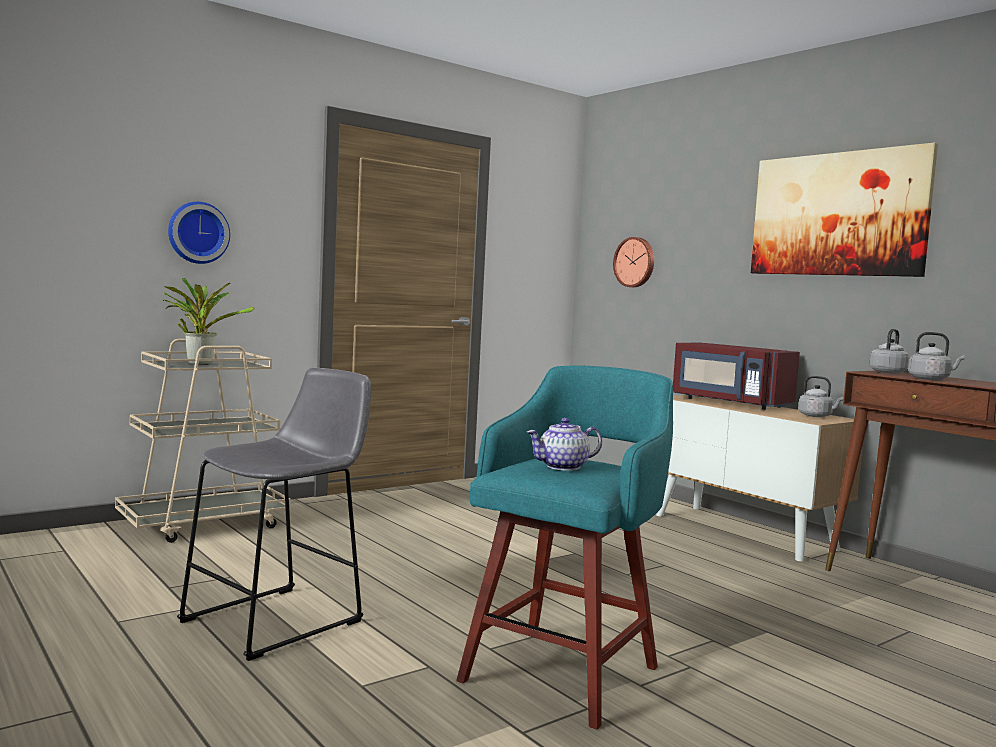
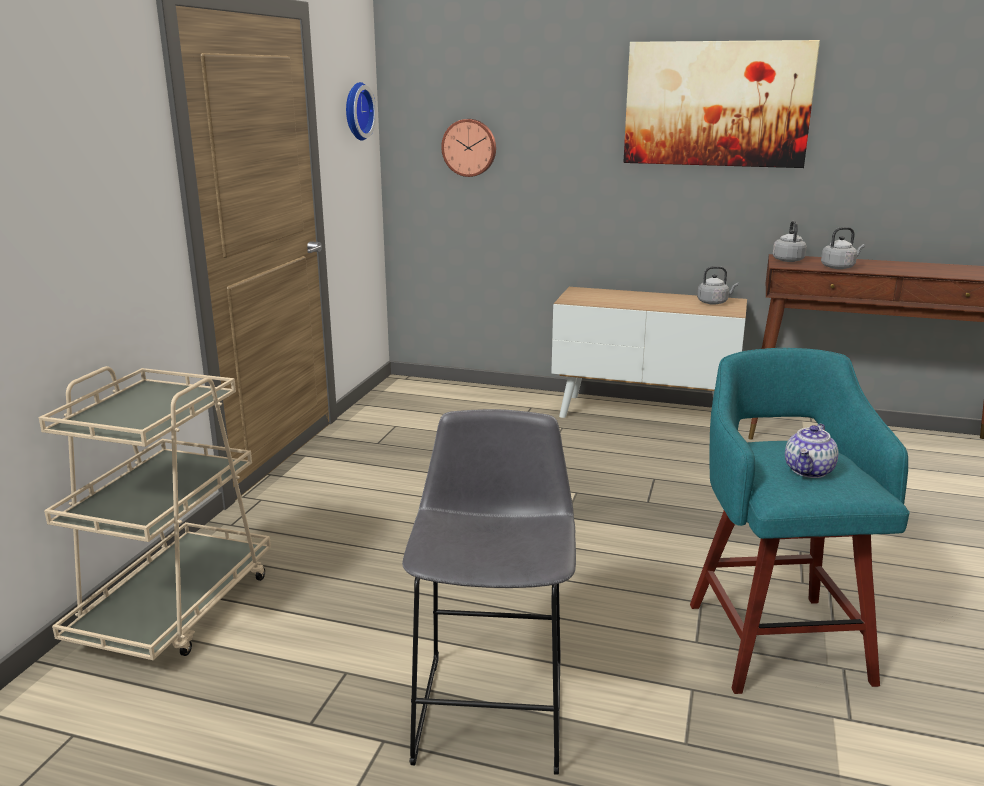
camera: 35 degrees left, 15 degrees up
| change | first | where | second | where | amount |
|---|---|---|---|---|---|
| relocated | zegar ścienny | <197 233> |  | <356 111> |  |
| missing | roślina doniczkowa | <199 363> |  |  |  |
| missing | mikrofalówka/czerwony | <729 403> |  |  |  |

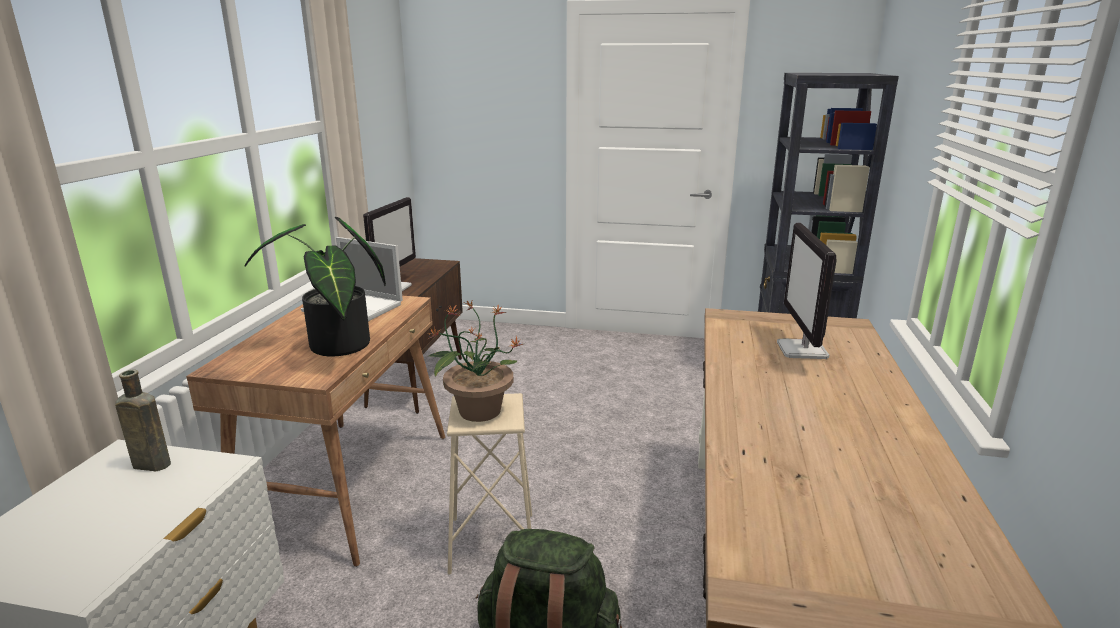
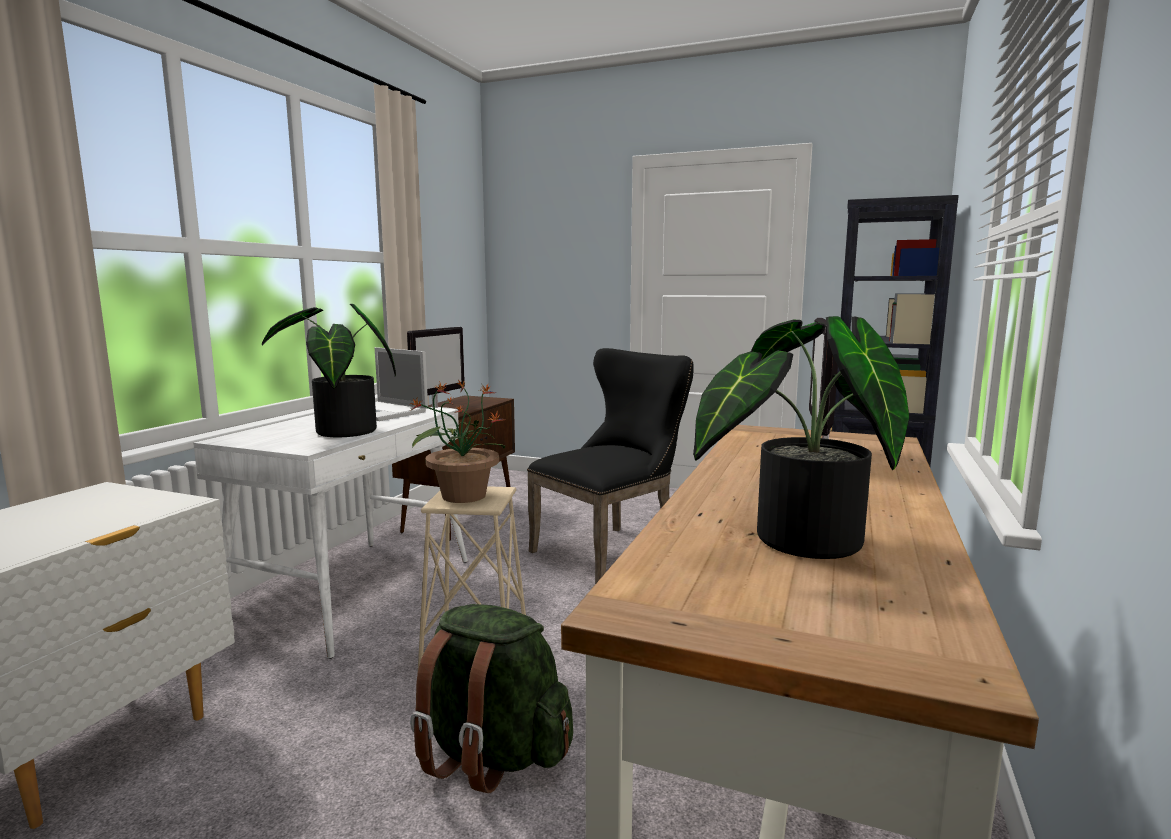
camera: 10 degrees right, 10 degrees down
| change | first | where | second | where | amount |
|---|---|---|---|---|---|
| colour | biurko/brązowy | <347 484> | biurko/biały | <354 591> |  |
| appeared |  |  | krzesło/czarny | <611 549> |  |
| appeared |  |  | roślina doniczkowa | <794 540> |  |
| missing | butelka/brązowy | <149 464> |  |  |  |

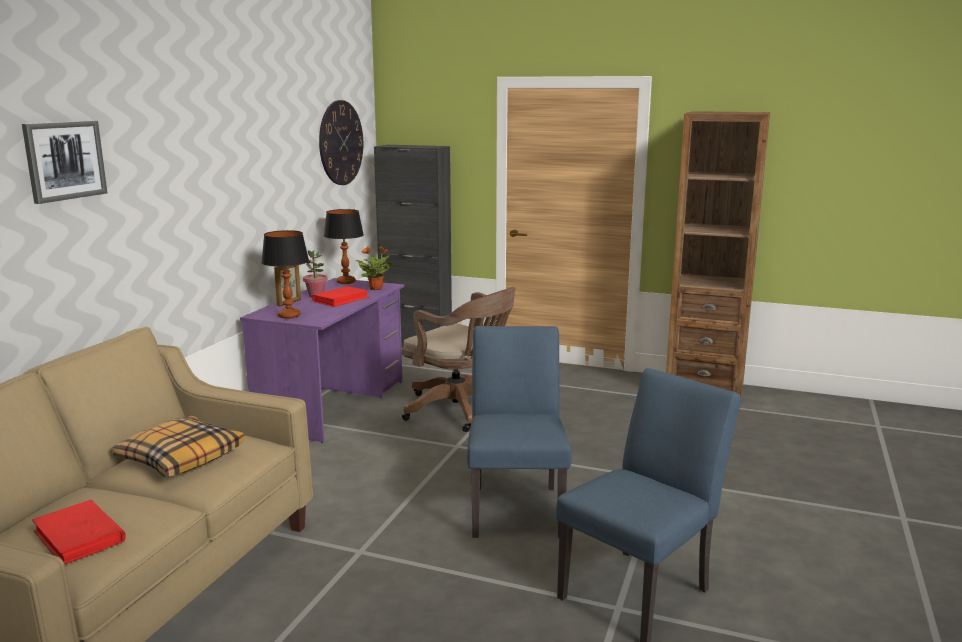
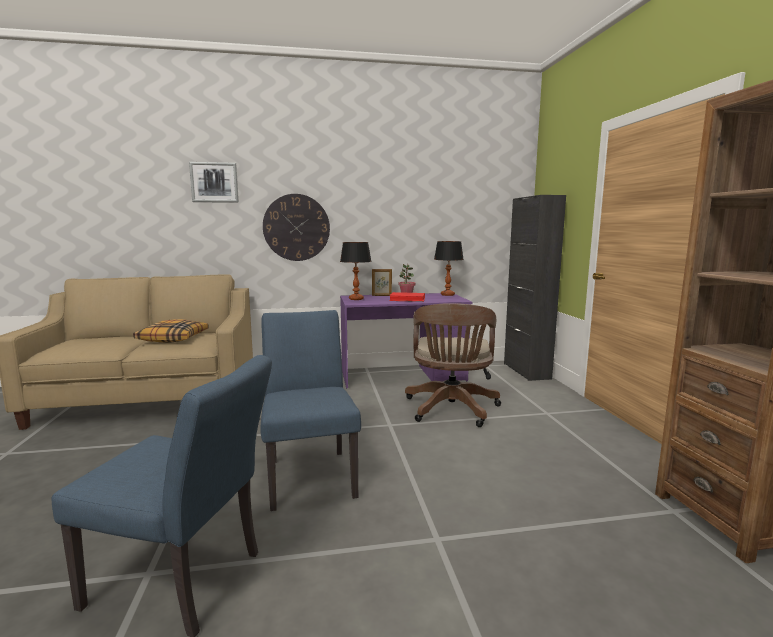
camera: 60 degrees right, 5 degrees down
| change | first | where | second | where | amount |
|---|---|---|---|---|---|
| spun | krzesło/niebieski | <516 506> |  | <310 473> | 75 degrees counterclockwise |
| relocated | zegar ścienny | <341 143> |  | <296 227> |  |
| missing | książka/czerwony | <79 536> |  |  |  |
| missing | roślina doniczkowa | <376 288> |  |  |  |

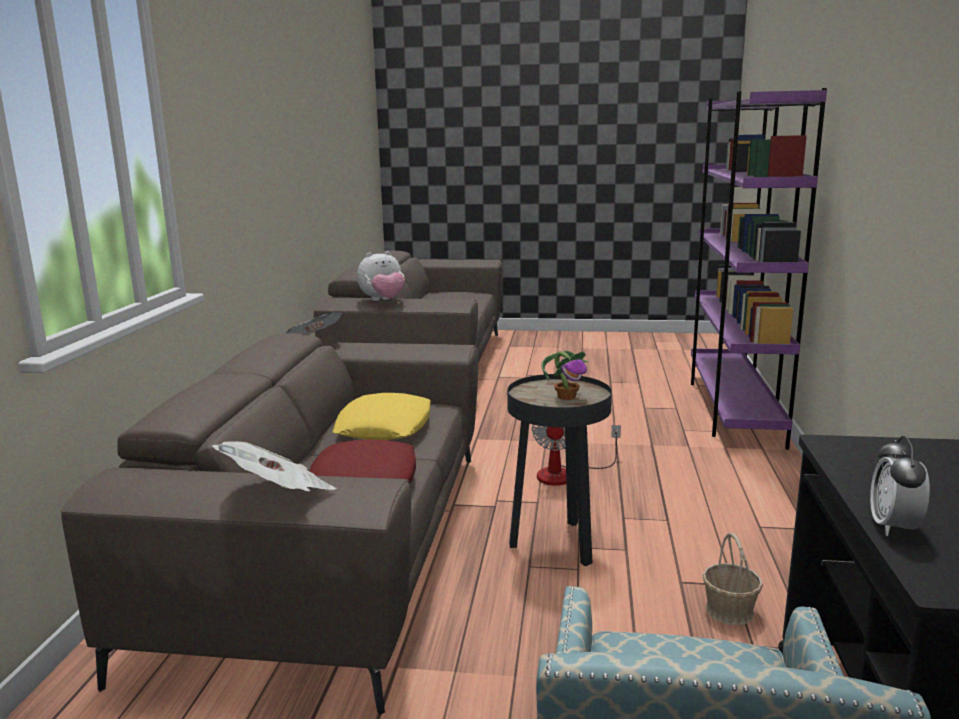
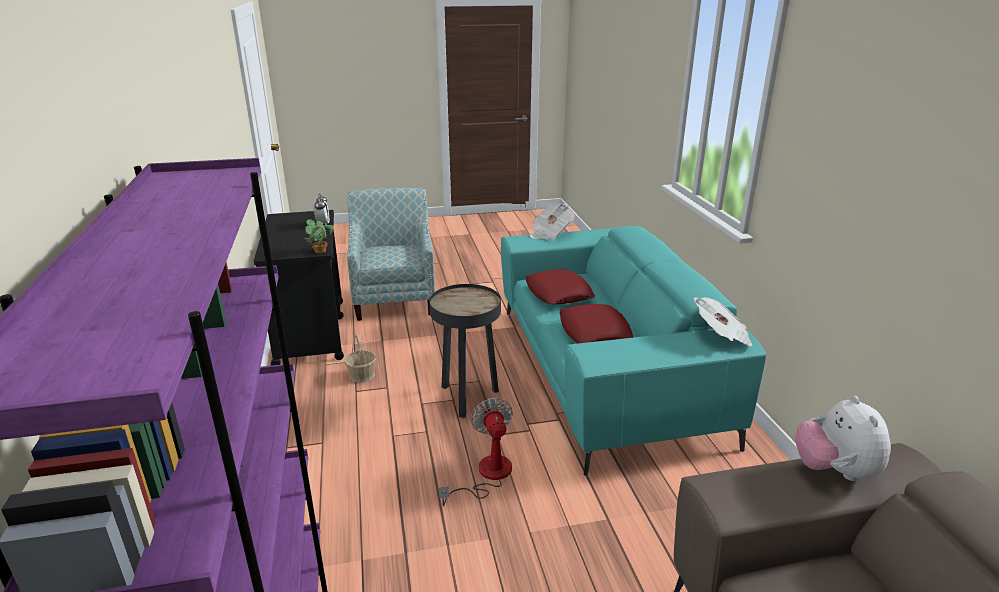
camera: 160 degrees right, 10 degrees up
| change | first | where | second | where | amount |
|---|---|---|---|---|---|
| relocated | roślina doniczkowa | <567 397> |  | <320 251> |  |
| colour | kanapa/brązowy | <334 547> | kanapa/turkusowy | <604 371> |  |
| colour | poduszka/żółty | <384 426> | poduszka/czerwony | <594 332> |  |
| spun | pluszak | <383 300> |  | <834 471> | 45 degrees counterclockwise |

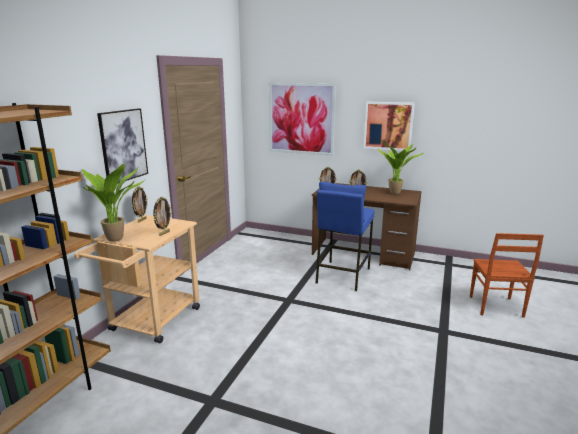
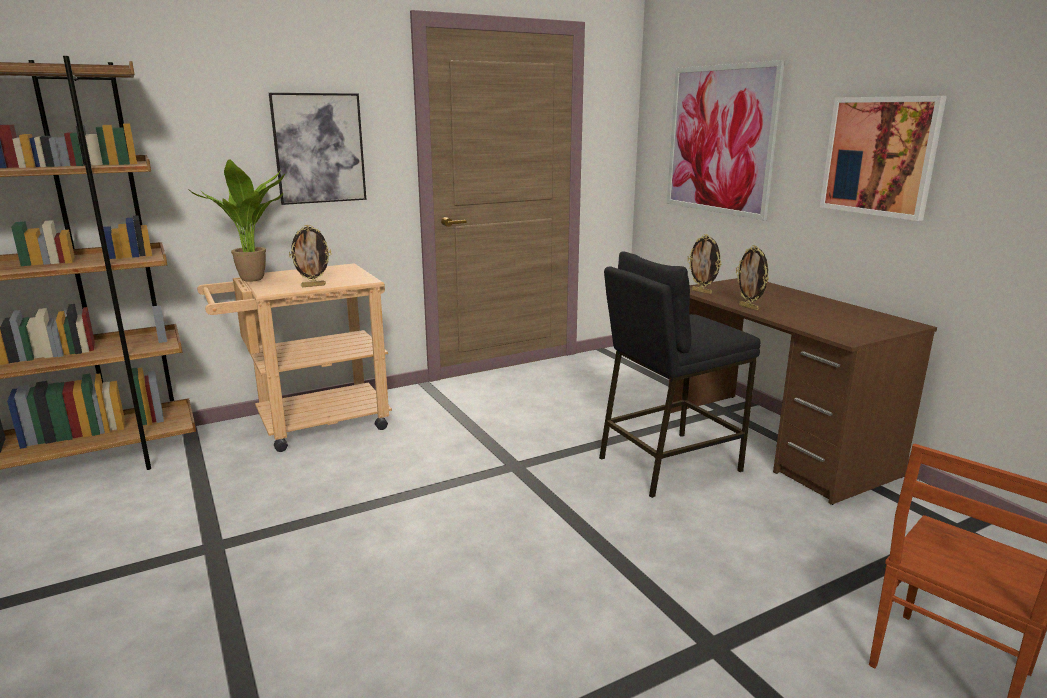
camera: 40 degrees right, 0 degrees up
| change | first | where | second | where | amount |
|---|---|---|---|---|---|
| colour | stołek/niebieski | <342 275> | stołek/czarny | <668 463> |  |
| missing | ramka na zdjęcie | <141 220> |  |  |  |
| missing | roślina doniczkowa | <395 193> |  |  |  |

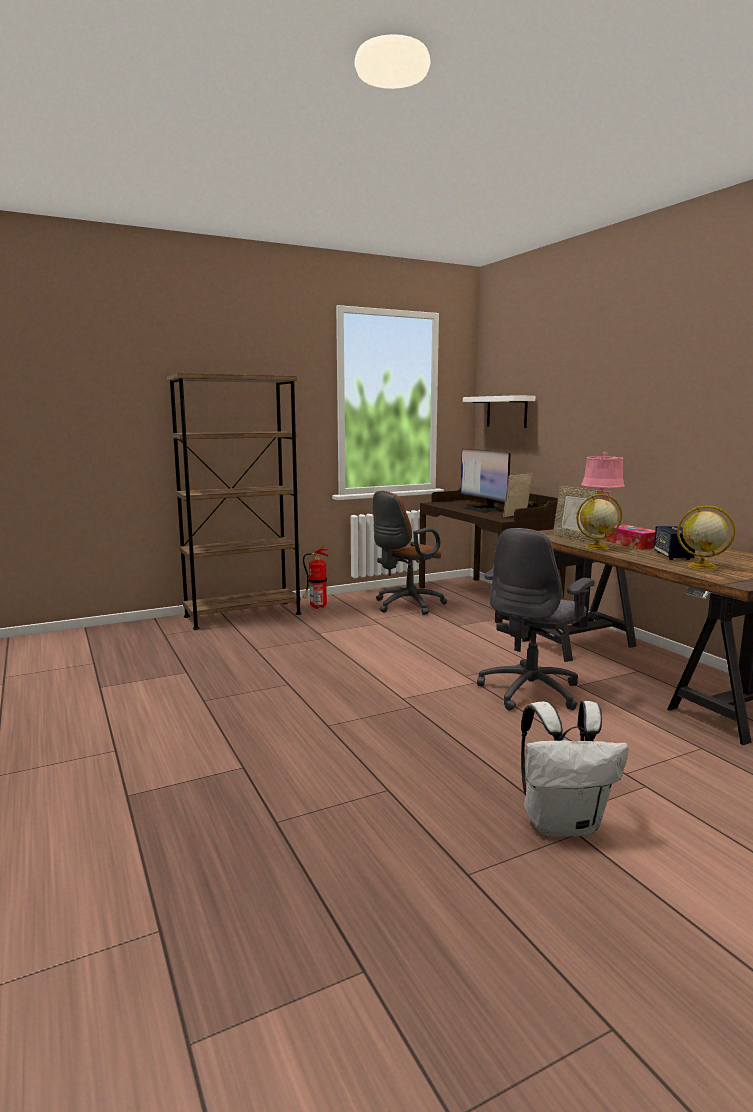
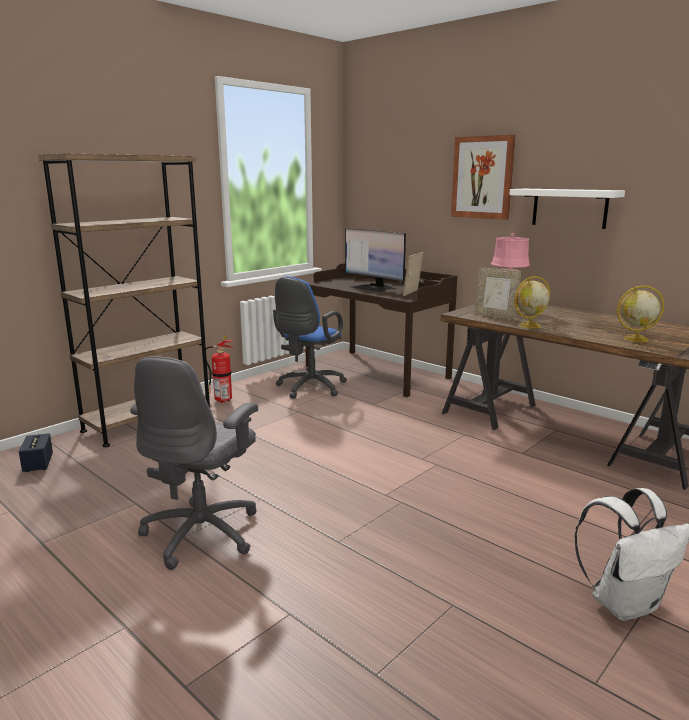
camera: 20 degrees left, 5 degrees up
| change | first | where | second | where | amount |
|---|---|---|---|---|---|
| relocated | głośnik | <673 556> |  | <38 464> |  |
| relocated | krzesło biurowe/szary | <531 691> |  | <203 533> |  |
| colour | krzesło biurowe/brązowy | <405 605> | krzesło biurowe/niebieski | <309 388> |  |
| appeared |  |  | obraz | <482 177> |  |
| relocated | półka/biały | <506 411> |  | <569 208> |  |
| missing | pudełko chusteczek | <632 544> |  |  |  |

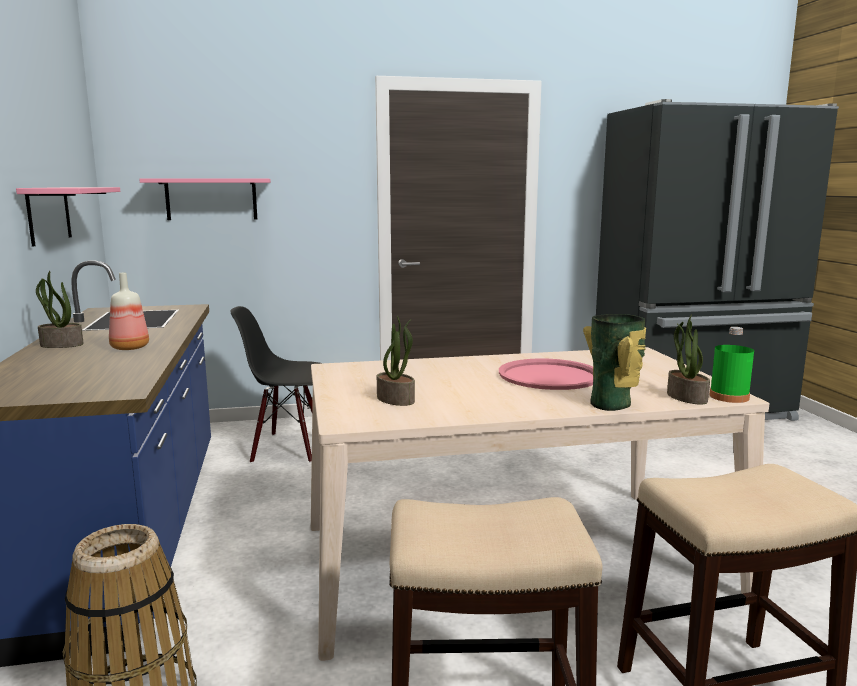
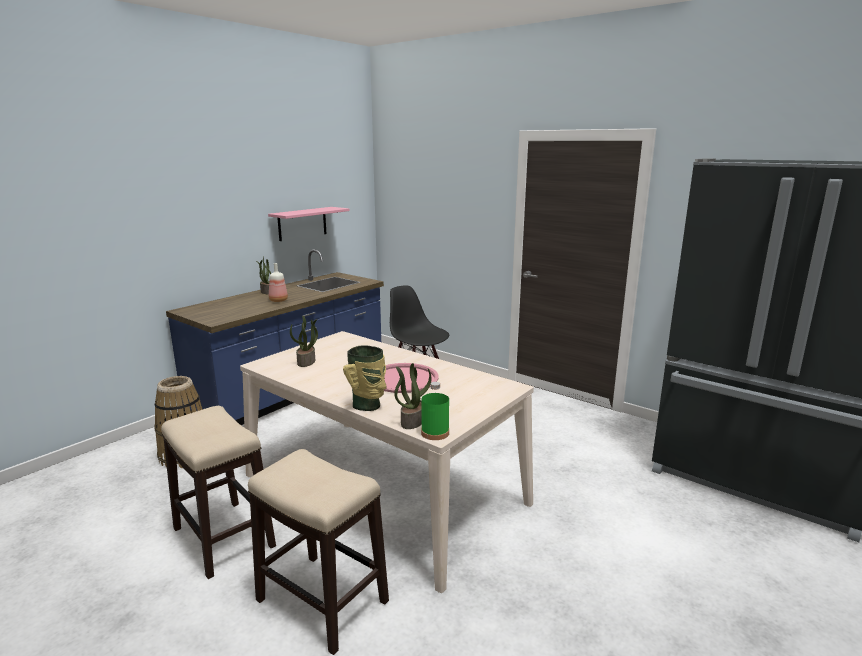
camera: 50 degrees right, 5 degrees up
| change | first | where | second | where | amount |
|---|---|---|---|---|---|
| missing | półka/różowy | <211 199> |  |  |  |

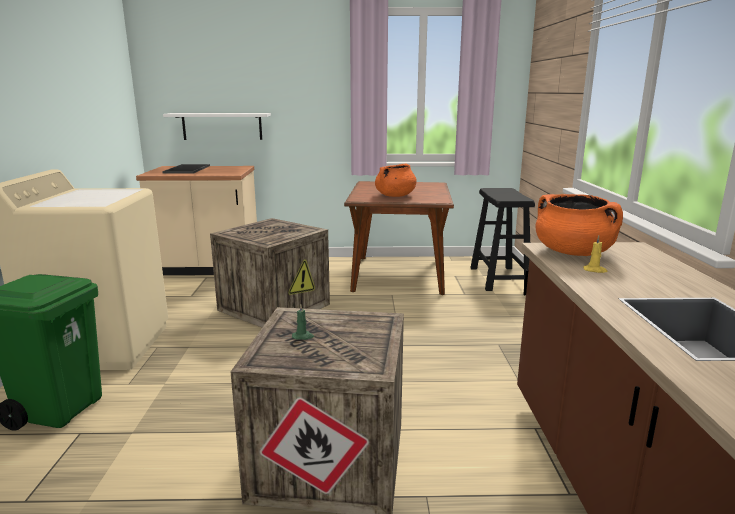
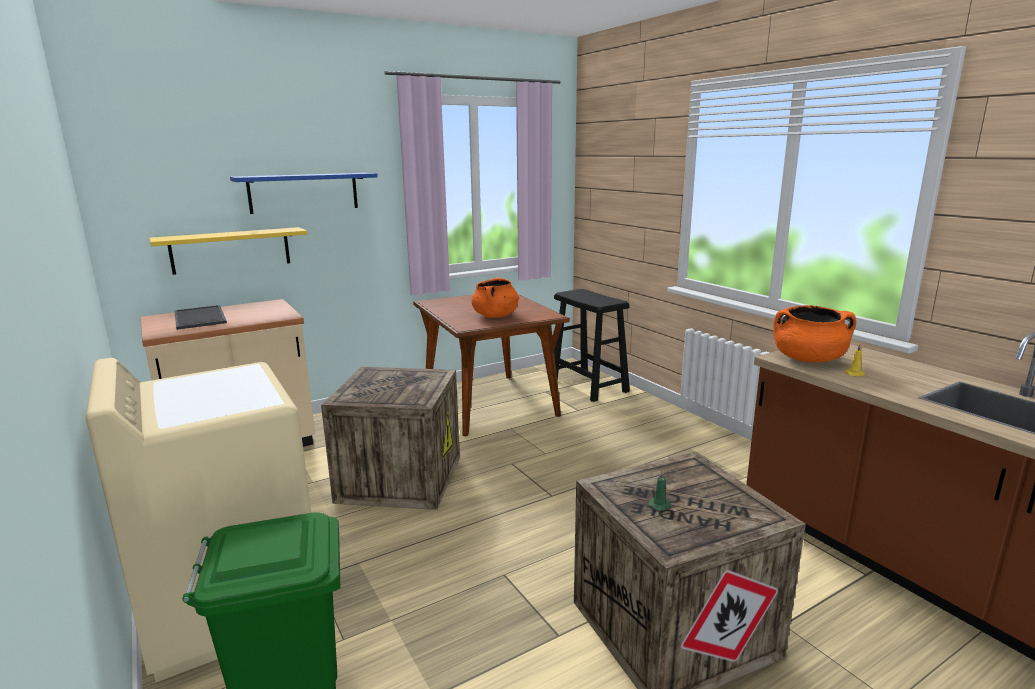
camera: 30 degrees left, 0 degrees up
| change | first | where | second | where | amount |
|---|---|---|---|---|---|
| colour | półka/biały | <222 126> | półka/żółty | <231 250> |  |
| appeared |  |  | półka/niebieski | <304 192> |  |

